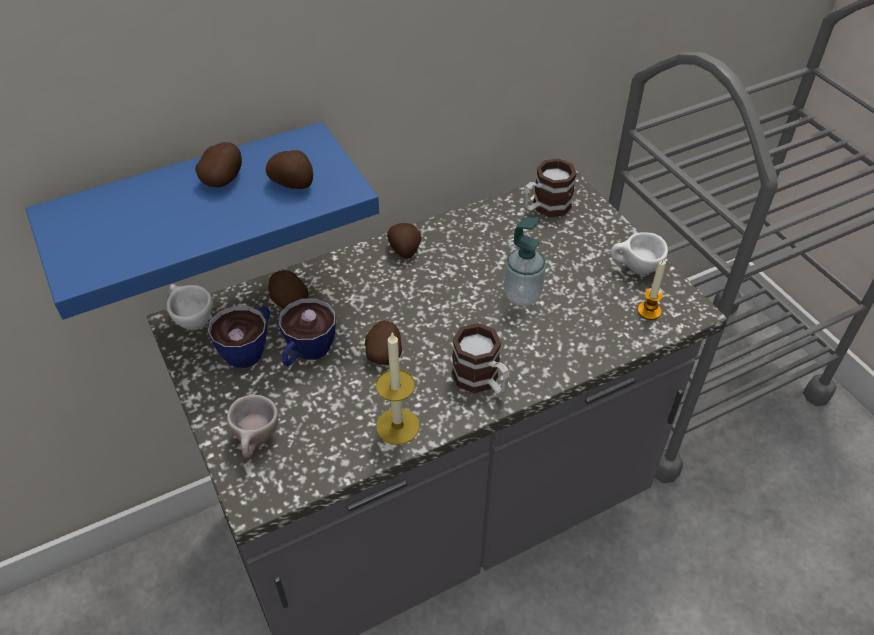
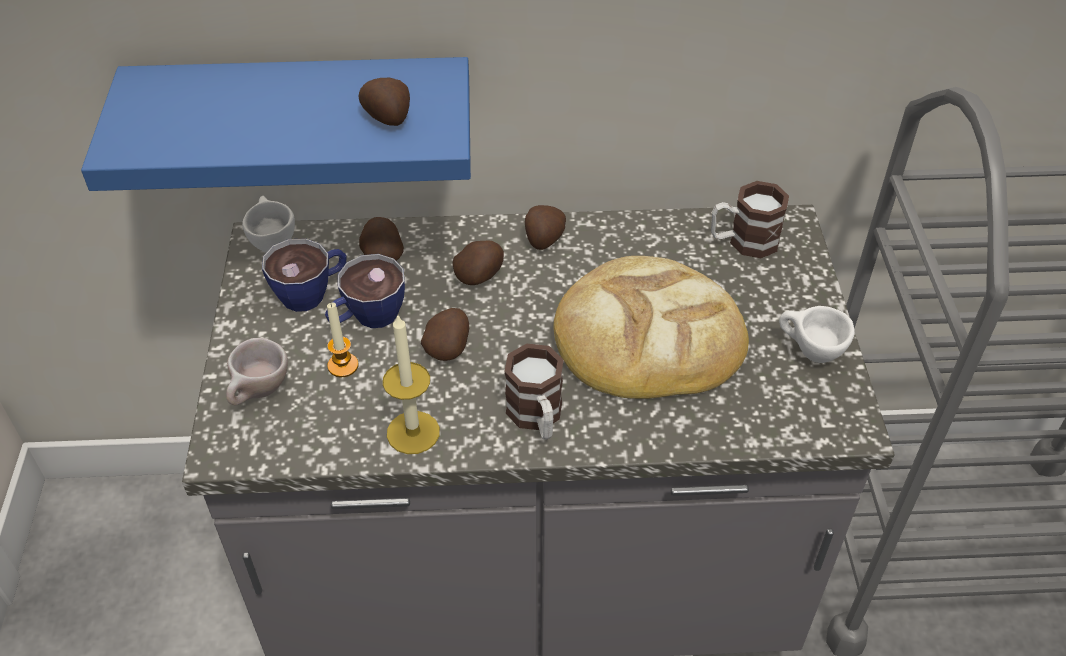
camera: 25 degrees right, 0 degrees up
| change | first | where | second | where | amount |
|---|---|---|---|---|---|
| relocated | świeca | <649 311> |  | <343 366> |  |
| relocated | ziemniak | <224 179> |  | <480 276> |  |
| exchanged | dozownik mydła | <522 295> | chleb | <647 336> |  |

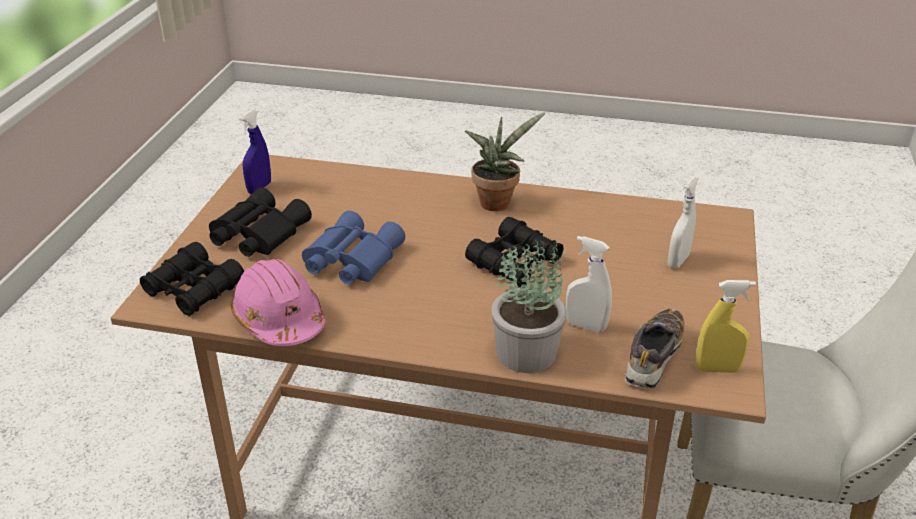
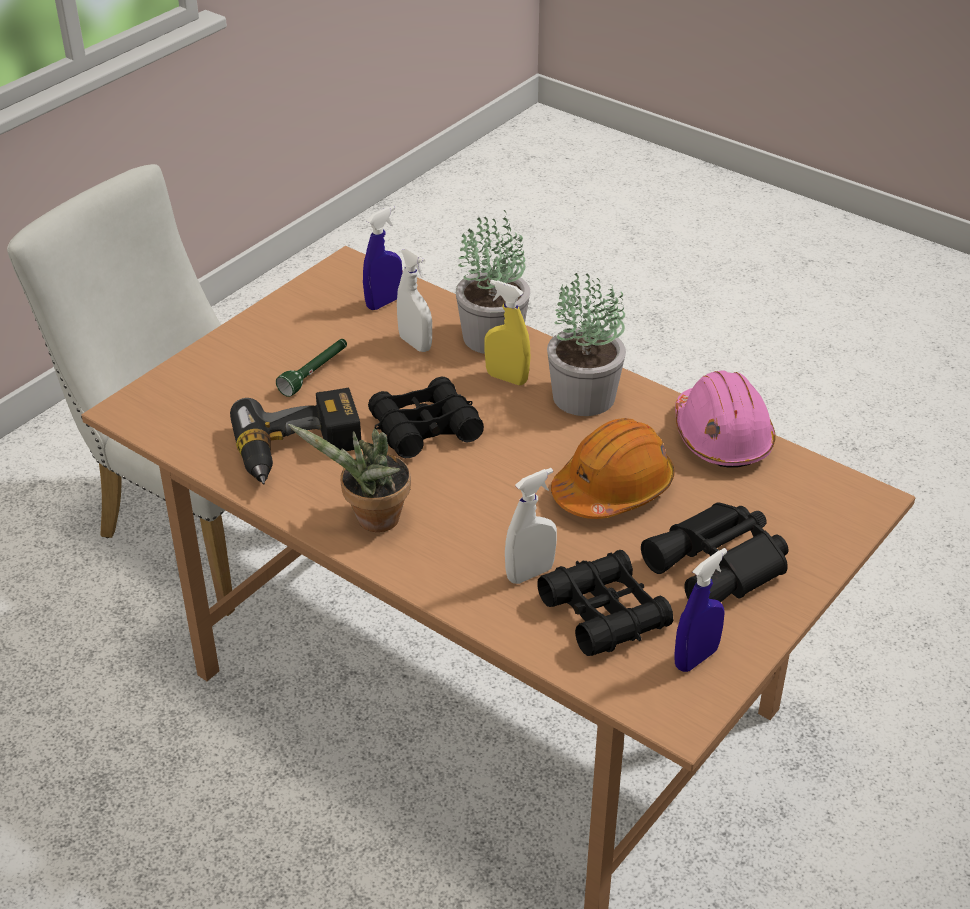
camera: 155 degrees left, 5 degrees up
| change | first | where | second | where | amount |
|---|---|---|---|---|---|
| appeared |  |  | wiertarka | <299 453> |  |
| appeared |  |  | latarka/zielony | <315 373> |  |
| exchanged | but | <653 358> | spryskiwacz/niebieski | <384 302> |  |
| relocated | spryskiwacz/żółty | <717 369> |  | <506 378> |  |
| relocated | spryskiwacz/biały | <678 261> |  | <530 573> |  |
| relocated | lornetka/czarny | <194 289> |  | <604 613> |  |
| appeared |  |  | roślina doniczkowa | <583 397> |  |
| exchanged | lornetka/niebieski | <350 259> | kask/pomarańczowy | <613 489> |  |

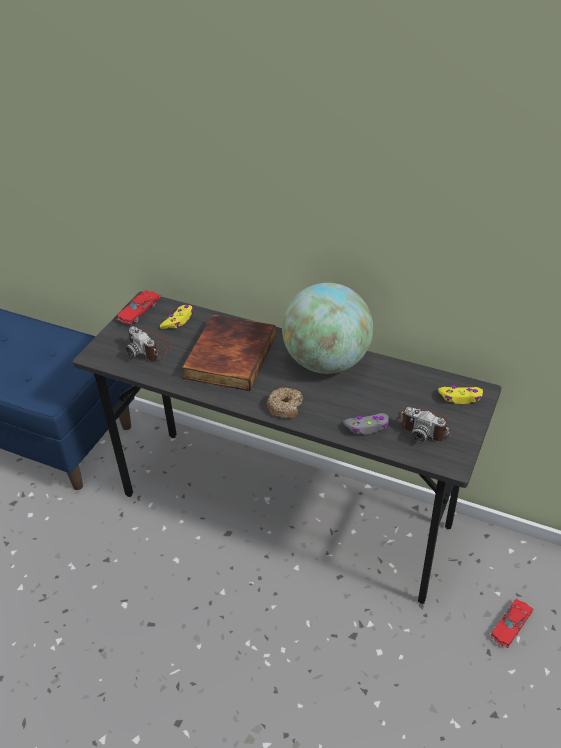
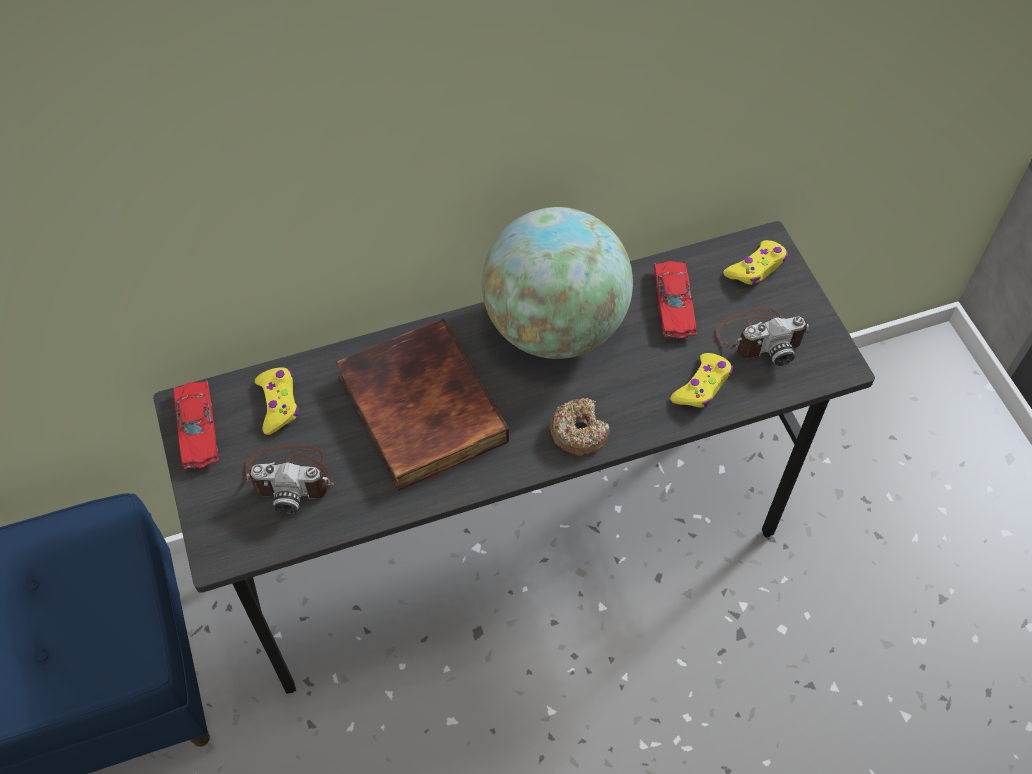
camera: 45 degrees left, 15 degrees up
| change | first | where | second | where | amount |
|---|---|---|---|---|---|
| relocated | samochodzik/czerwony | <511 625> |  | <673 304> |  |
| colour | pad do gier/szary | <367 427> | pad do gier/żółty | <702 386> |  |

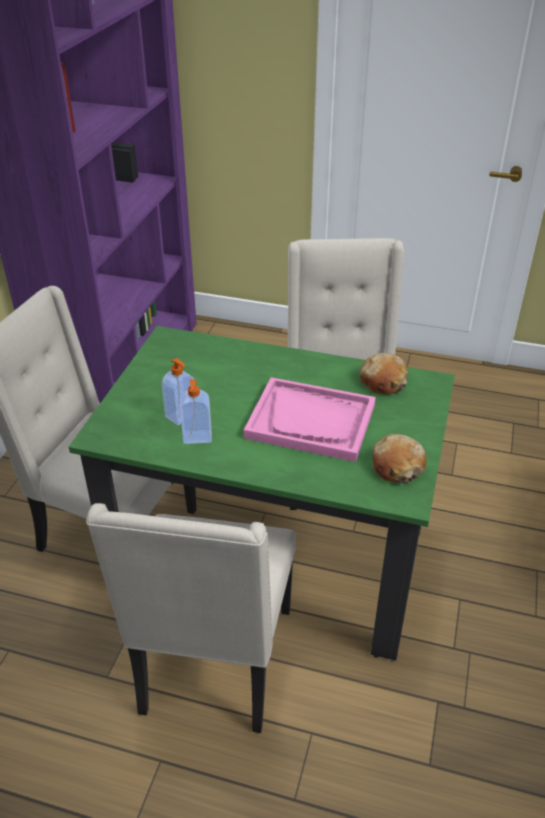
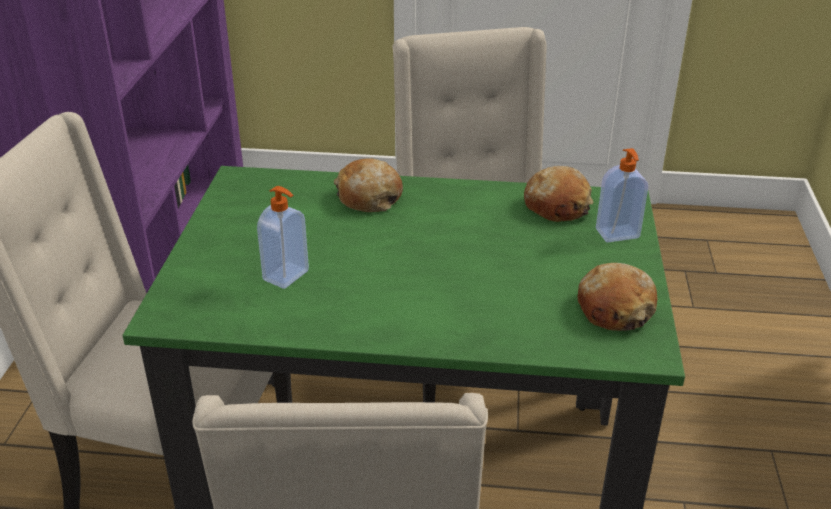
camera: 10 degrees left, 5 degrees down
| change | first | where | second | where | amount |
|---|---|---|---|---|---|
| appeared |  |  | chleb | <368 197> |  |
| relocated | dozownik mydła | <197 438> |  | <618 234> |  |
| missing | taca/różowy | <311 421> |  |  |  |

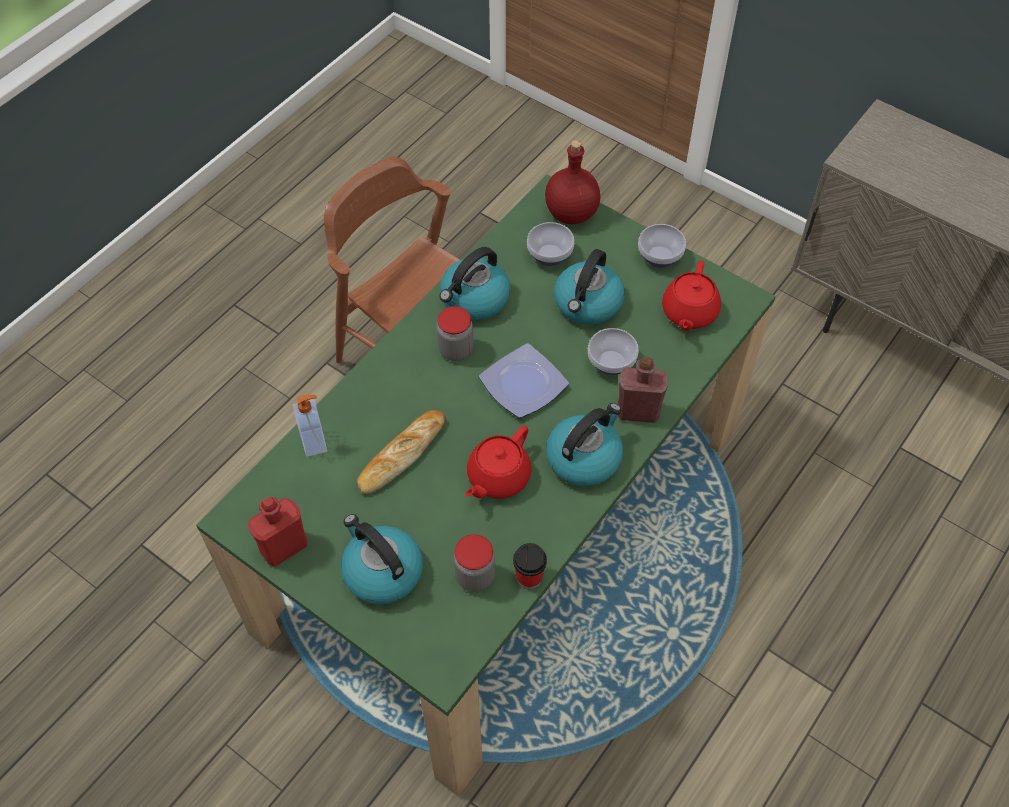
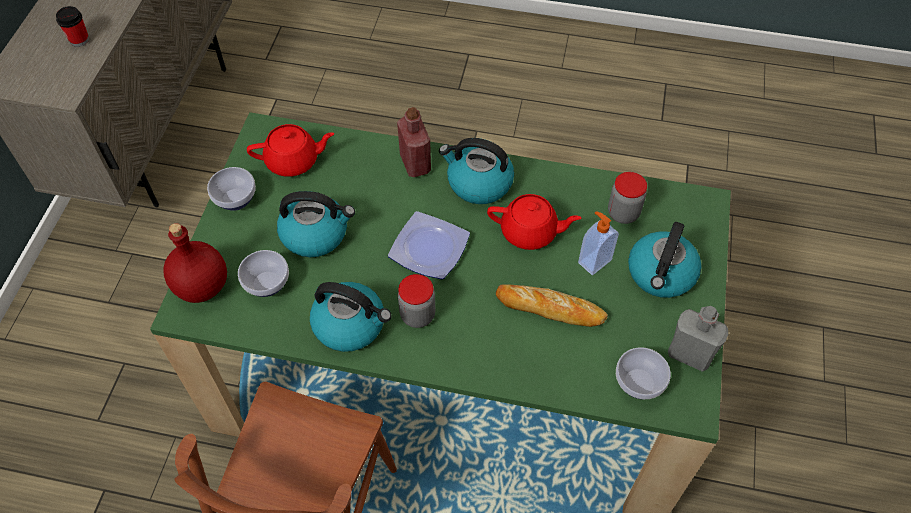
camera: 115 degrees left, 0 degrees up
| change | first | where | second | where | amount |
|---|---|---|---|---|---|
| relocated | filiżanka | <529 577> |  | <79 40> |  |
| relocated | dozownik mydła | <315 442> |  | <593 261> |  |
| relocated | miska | <612 362> |  | <637 382> |  |
| colour | butelka/czerwony | <284 547> | butelka/szary | <689 355> |  |

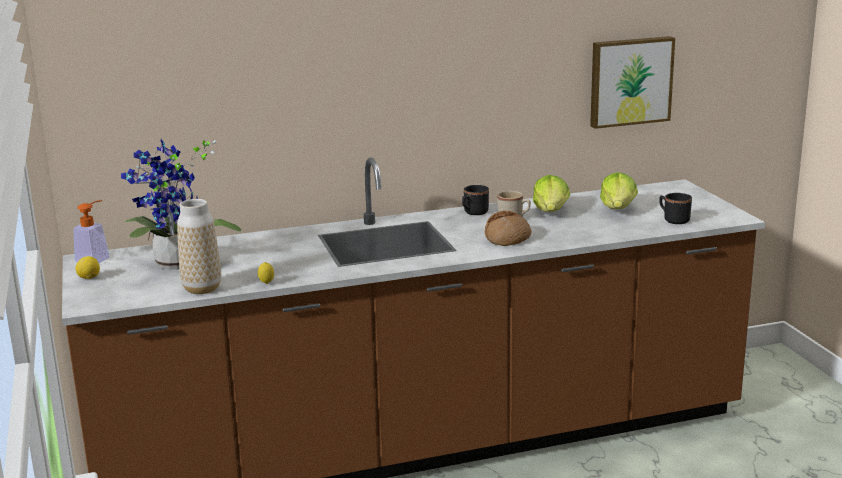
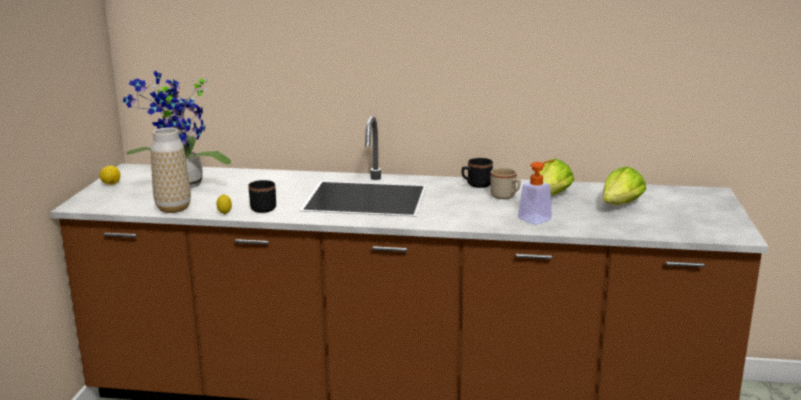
camera: 25 degrees right, 0 degrees up
| change | first | where | second | where | amount |
|---|---|---|---|---|---|
| relocated | kubek/czarny | <673 220> |  | <262 207> |  |
| relocated | dozownik mydła | <96 259> |  | <538 218> |  |
| missing | chleb | <507 238> |  |  |  |
| missing | obraz | <630 81> |  |  |  |

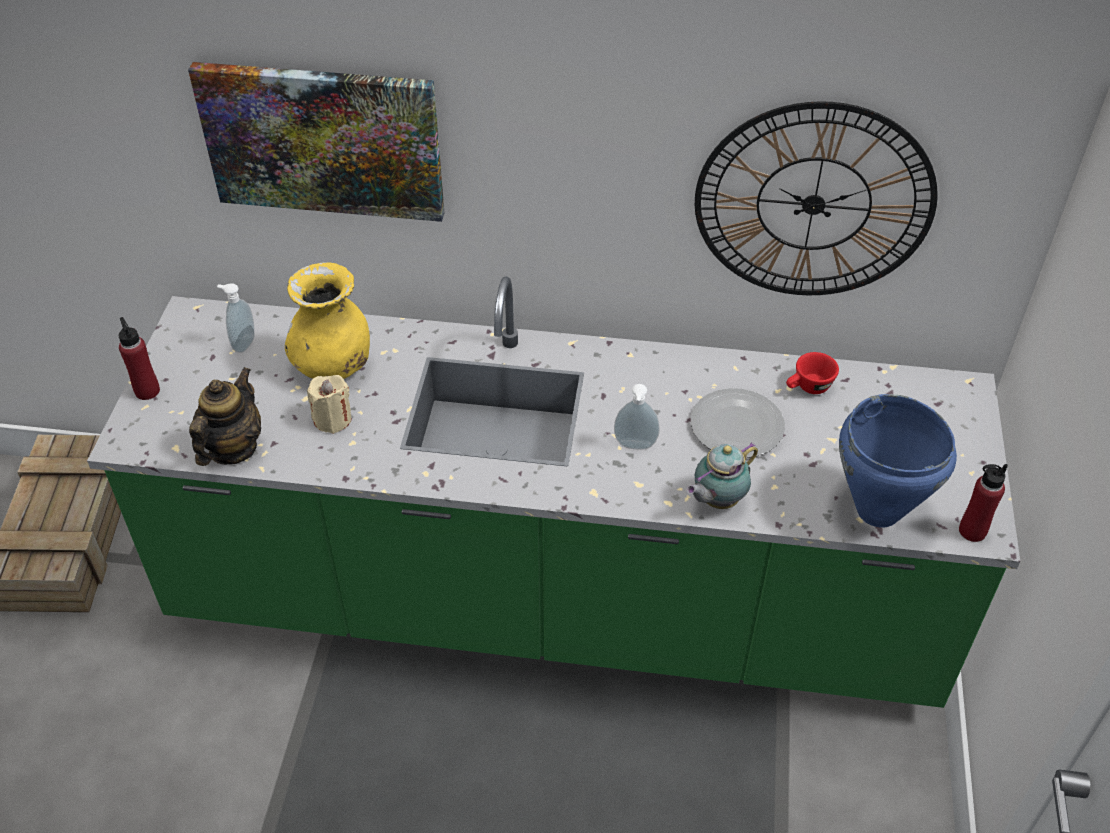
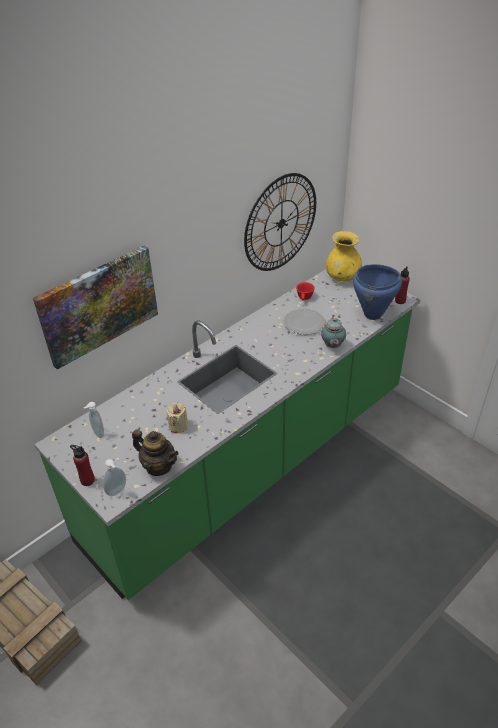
camera: 50 degrees left, 5 degrees down
| change | first | where | second | where | amount |
|---|---|---|---|---|---|
| relocated | dozownik mydła | <635 446> |  | <117 491> |  |
| spun | imbryk | <232 448> |  | <158 466> | 150 degrees clockwise |
| relocated | wazon/żółty | <333 365> |  | <342 277> |  |

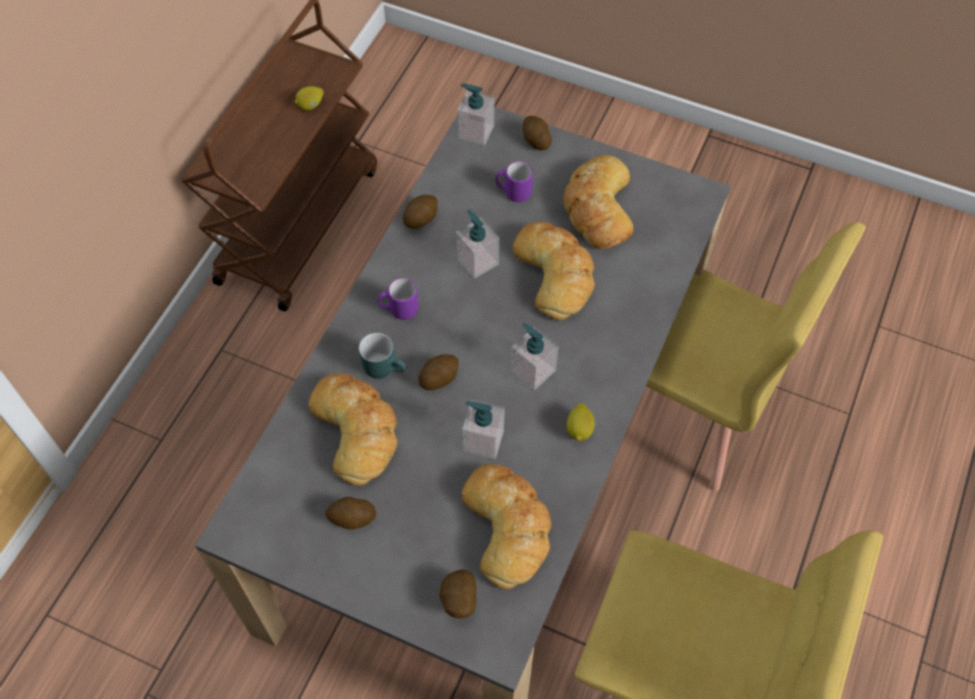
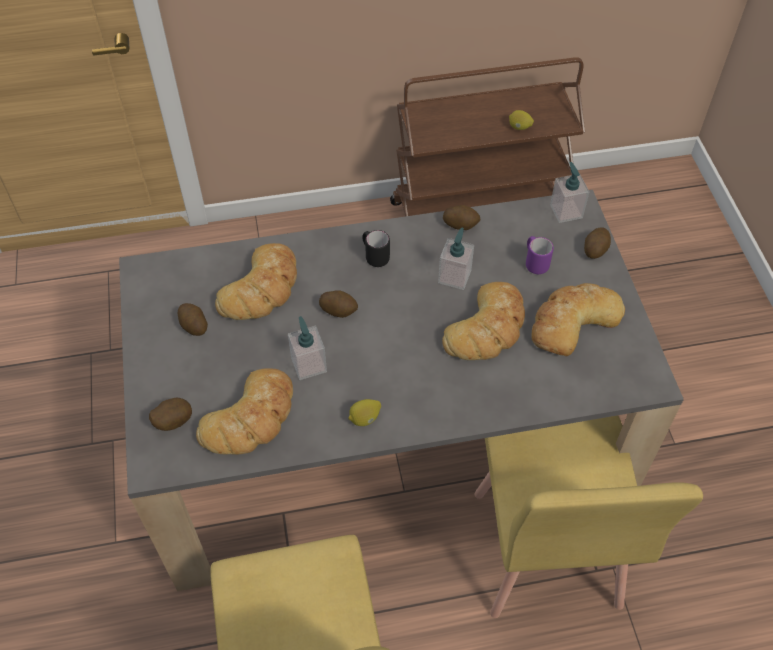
camera: 55 degrees right, 5 degrees down
| change | first | where | second | where | amount |
|---|---|---|---|---|---|
| colour | kubek/fioletowy | <399 309> | kubek/czarny | <374 256> |  |
| missing | kubek/turkusowy | <385 366> |  |  |  |
| missing | dozownik mydła | <533 370> |  |  |  |

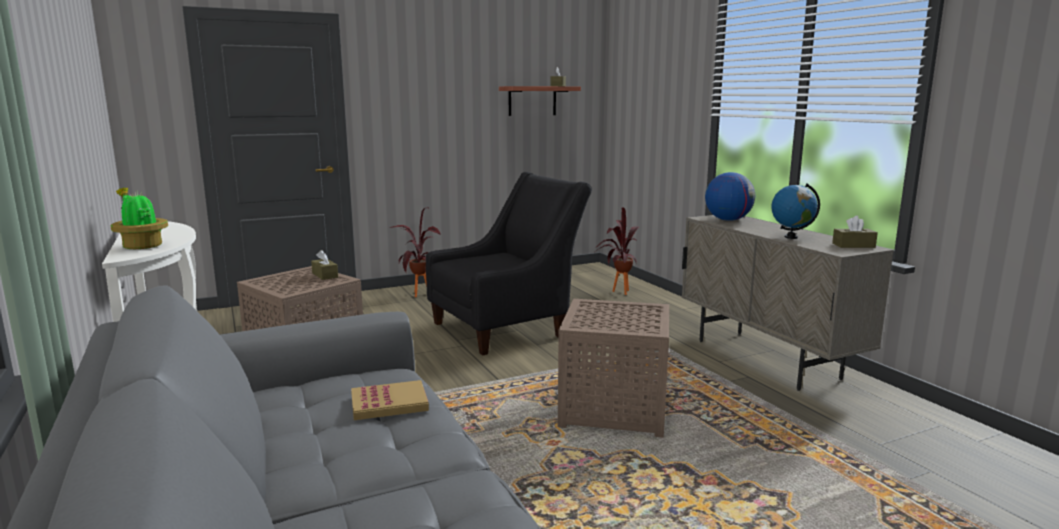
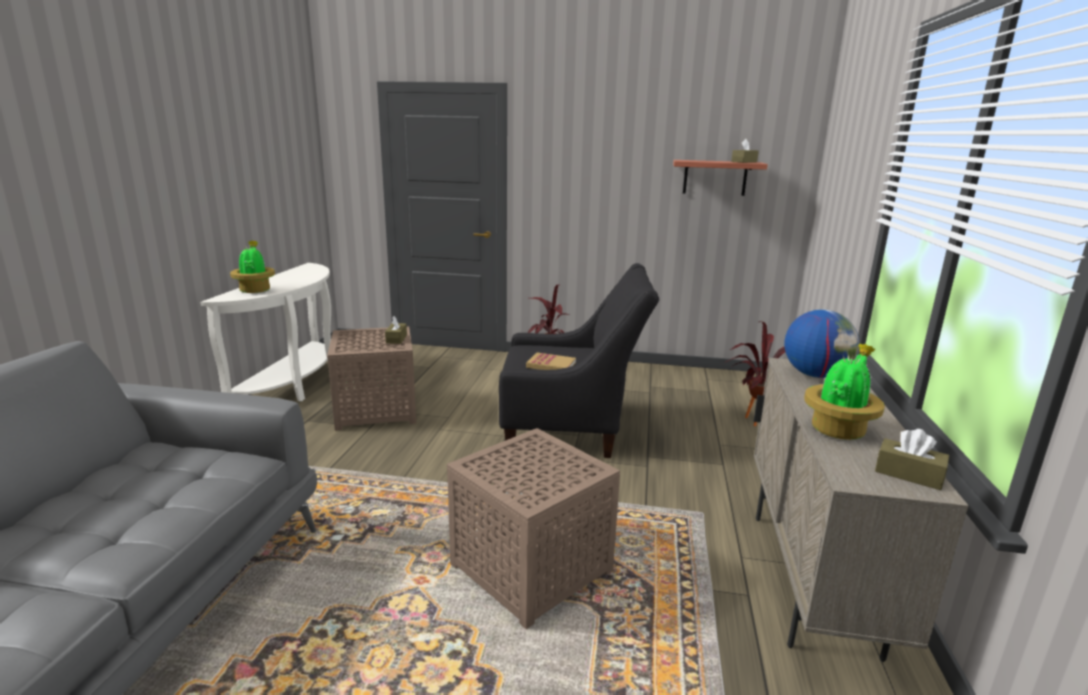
camera: 35 degrees right, 5 degrees up
| change | first | where | second | where | amount |
|---|---|---|---|---|---|
| relocated | książka | <389 403> |  | <551 365> |  |
| exchanged | globus | <791 237> | roślina doniczkowa | <838 429> |  |

